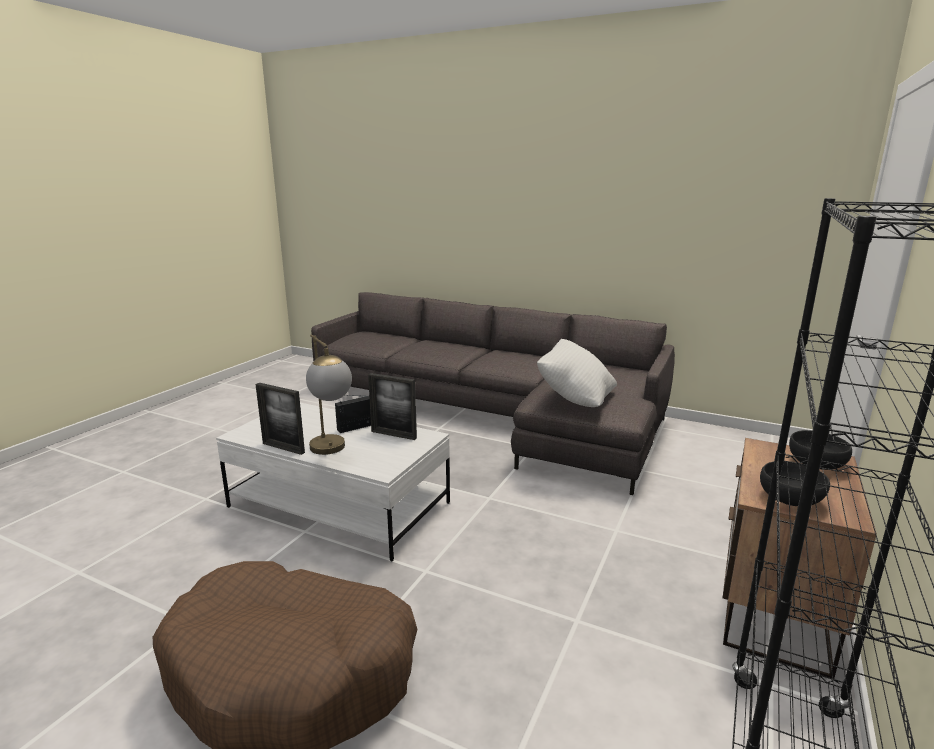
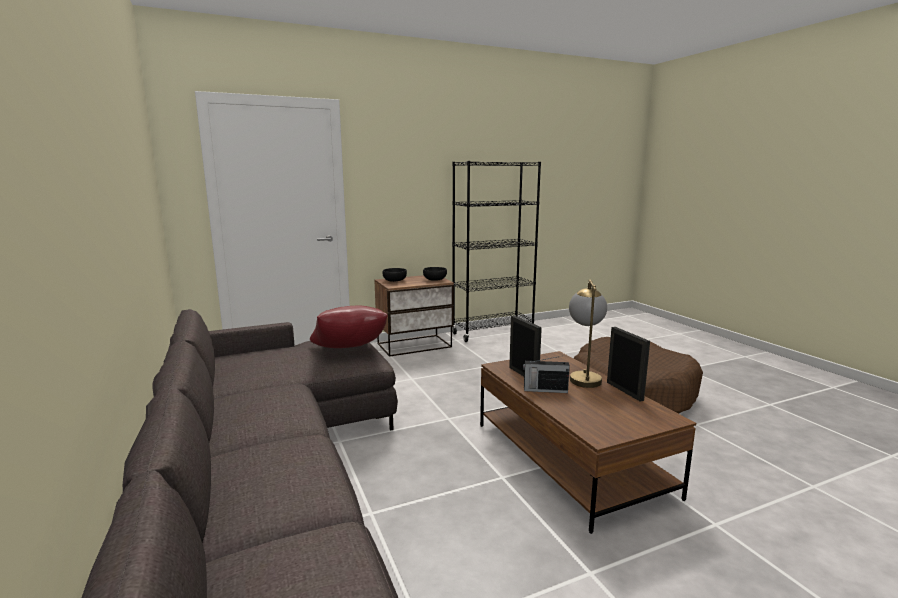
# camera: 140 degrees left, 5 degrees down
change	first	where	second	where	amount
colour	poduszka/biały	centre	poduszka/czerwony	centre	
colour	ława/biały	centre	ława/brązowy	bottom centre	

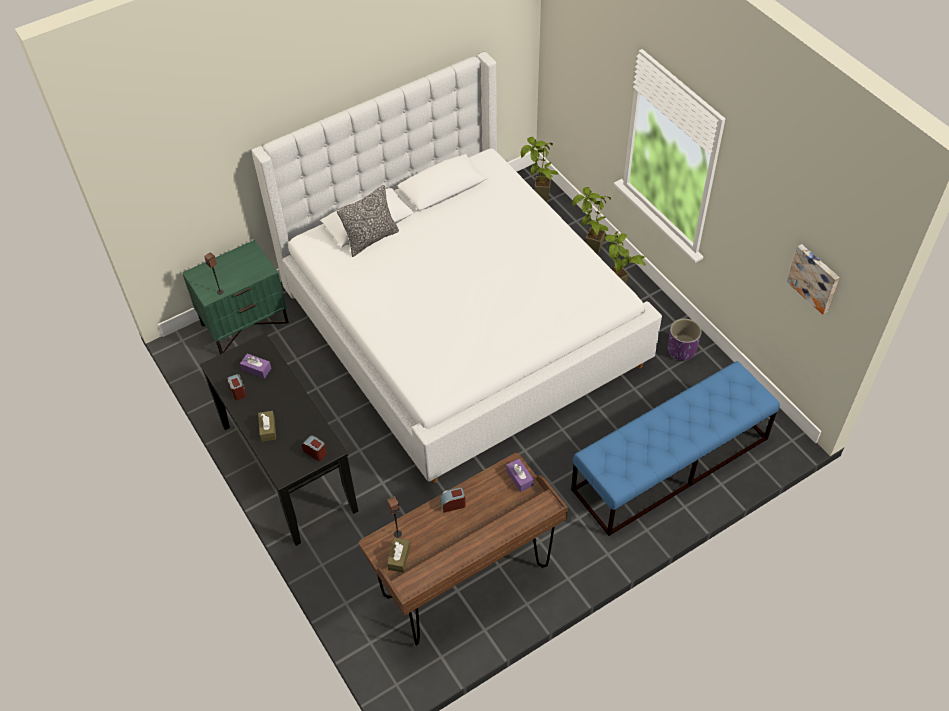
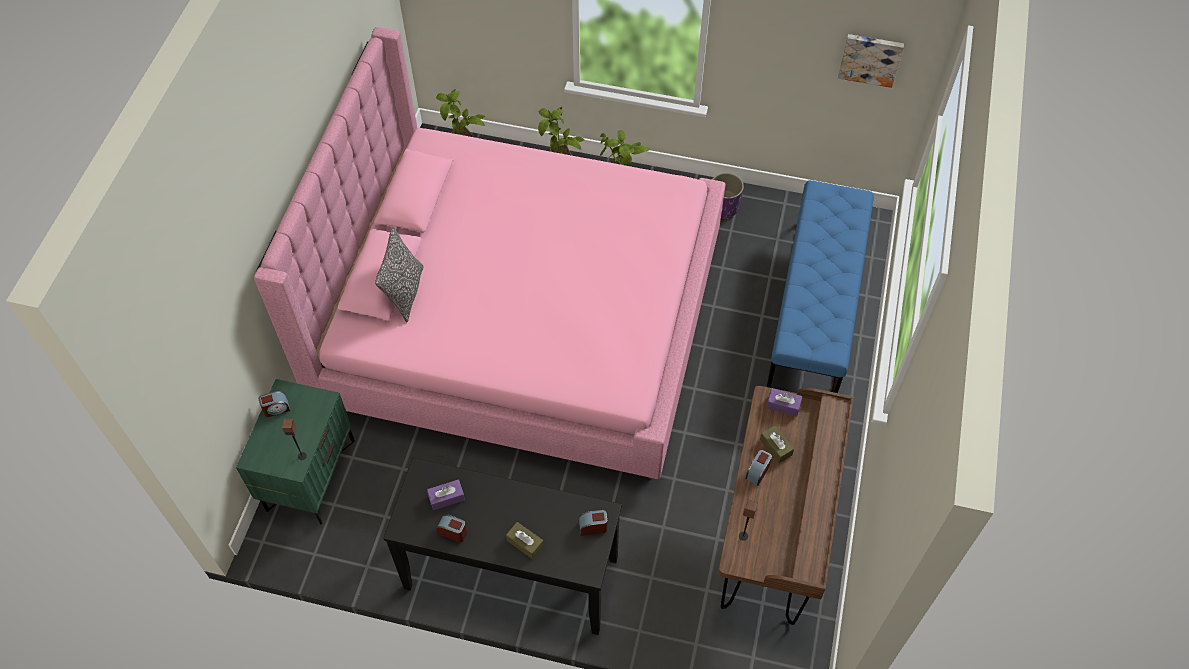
# camera: 45 degrees left, 5 degrees up
change	first	where	second	where	amount
colour	łóżko/biały	centre	łóżko/różowy	centre	
relocated	pudełko chusteczek/brązowy (no. 2 from left)	bottom centre		centre	
appeared			budzik (no. 1 from left)	middle left	

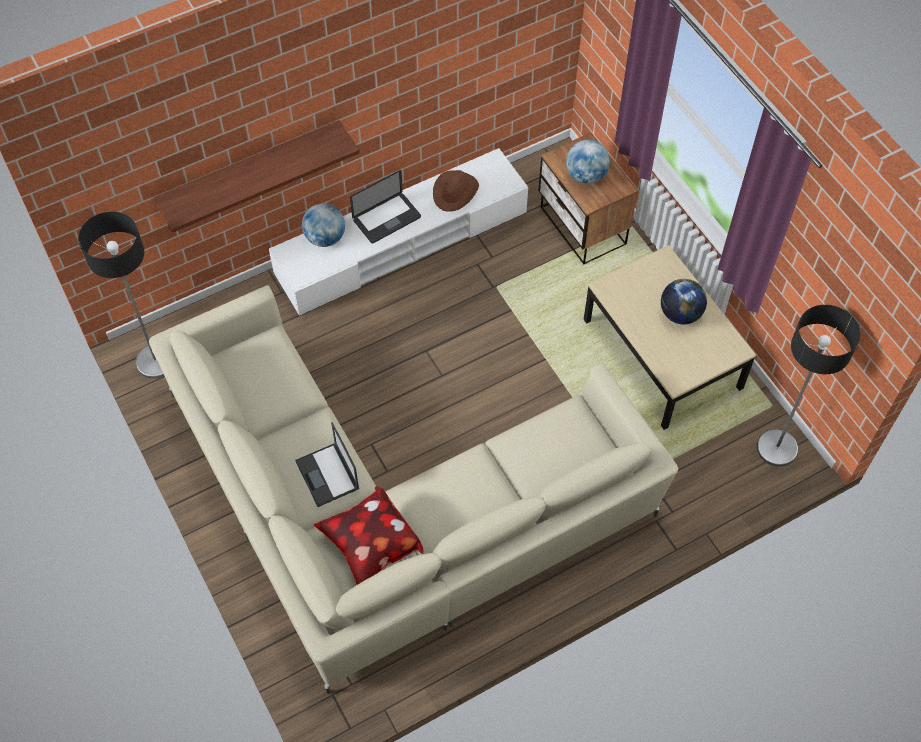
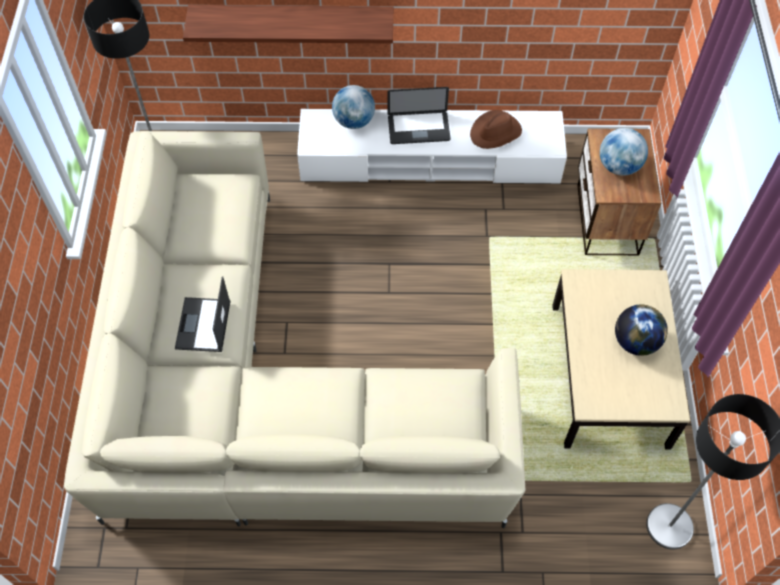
# camera: 30 degrees right, 0 degrees up
change	first	where	second	where	amount
missing	poduszka	bottom centre			

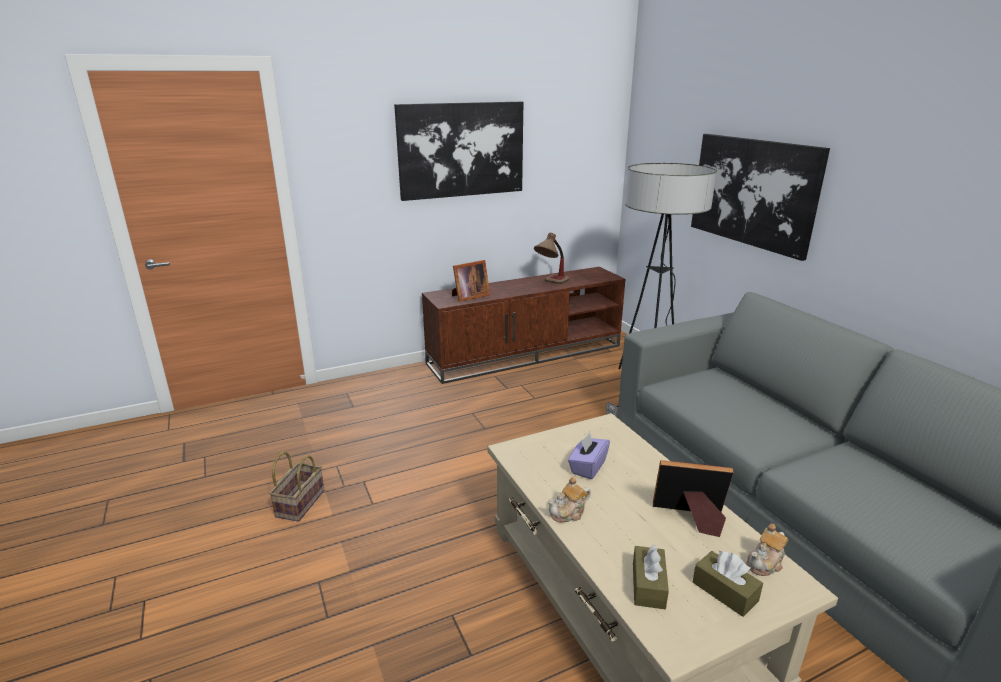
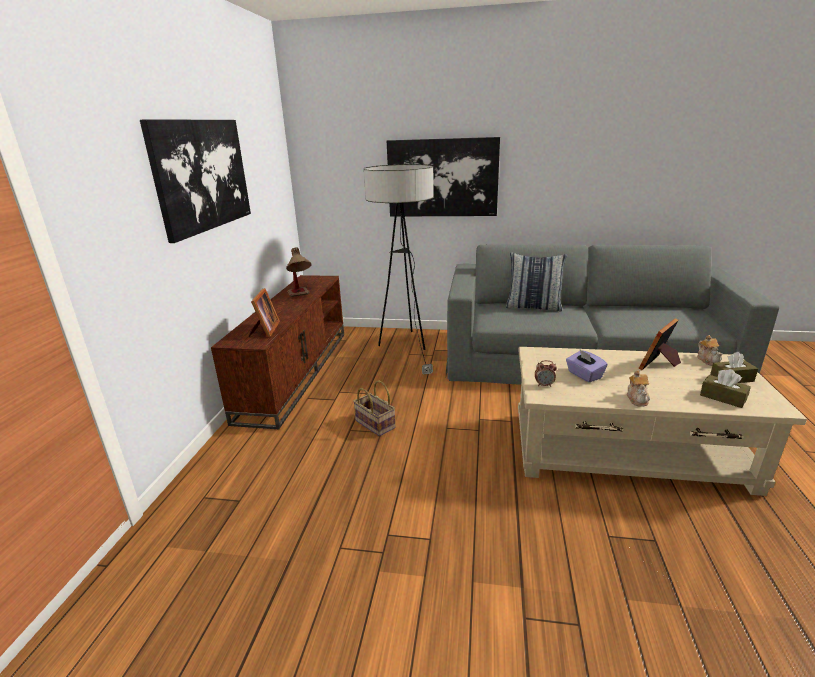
# camera: 55 degrees left, 0 degrees up
change	first	where	second	where	amount
relocated	koszyk	bottom left		centre	
appeared			poduszka	centre	
appeared			budzik	middle right	

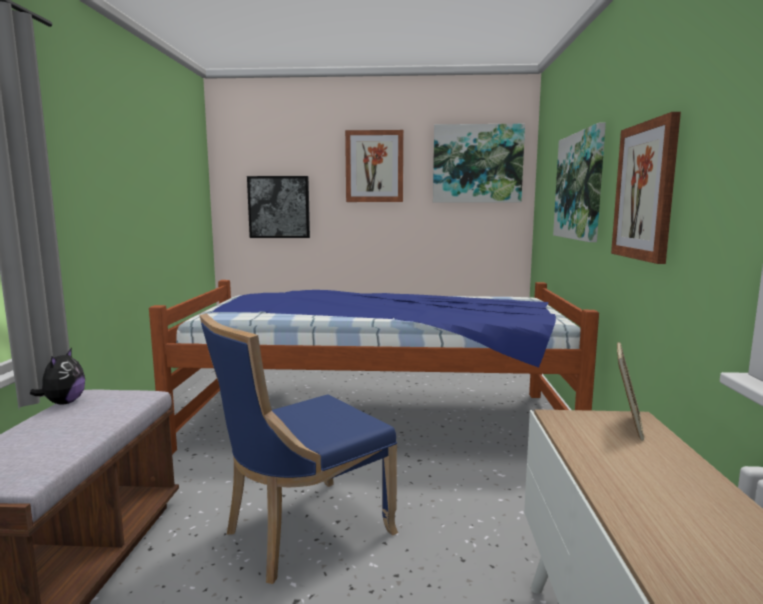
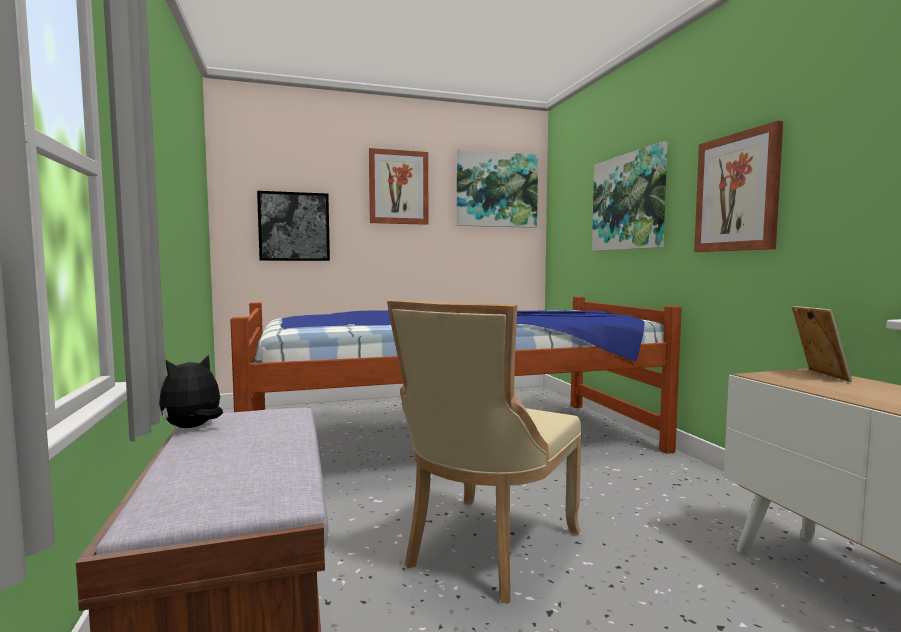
# camera: 20 degrees left, 5 degrees down
change	first	where	second	where	amount
colour	krzesło/niebieski	bottom centre	krzesło/beżowy	bottom centre	
spun	pluszak	middle left		middle left	120 degrees counterclockwise

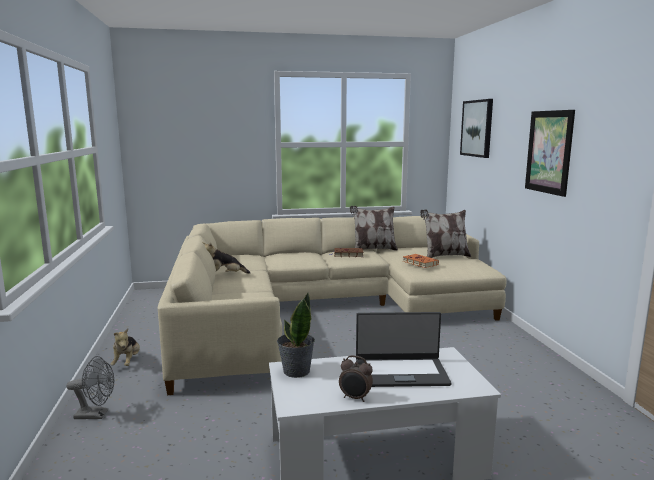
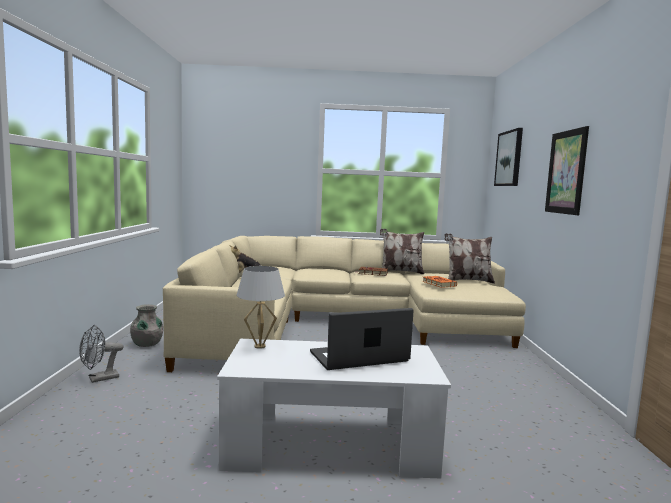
# camera: 10 degrees right, 5 degrees down
change	first	where	second	where	amount
exchanged	roślina doniczkowa	bottom centre	lampa stołowa/biały	centre	
spun	laptop	bottom centre		bottom centre	150 degrees clockwise
exchanged	pluszak (no. 1 from left)	bottom left	wazon/szary	middle left	
missing	budzik	bottom centre			
spun	wentylator/szary	bottom left		bottom left	135 degrees clockwise

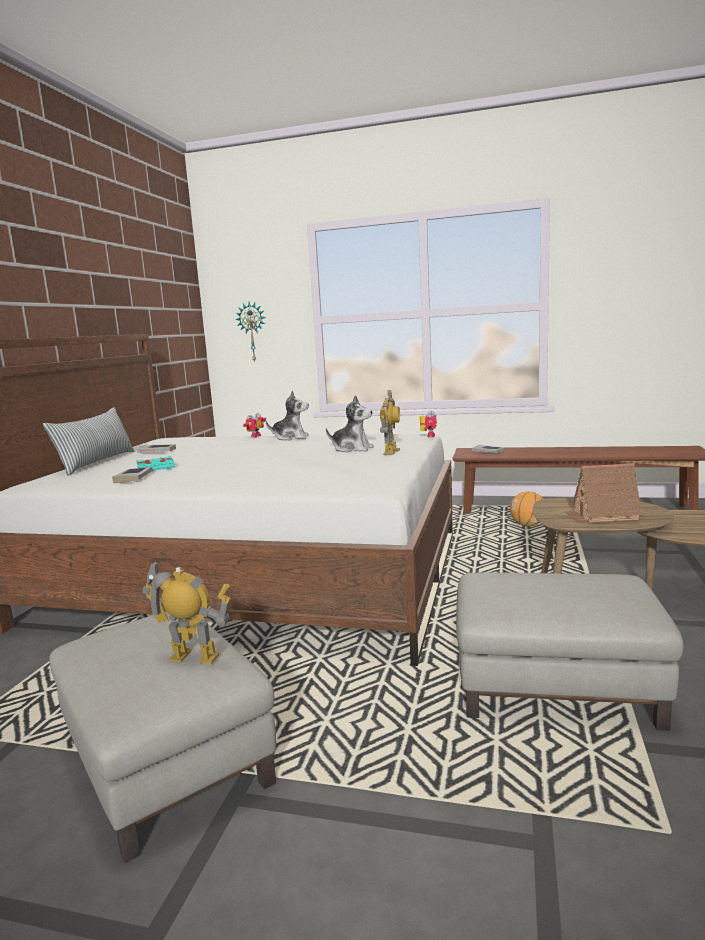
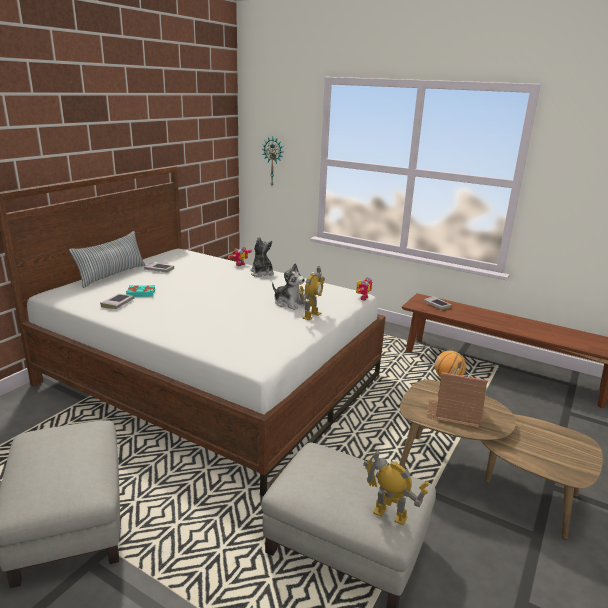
# camera: 15 degrees right, 10 degrees up
change	first	where	second	where	amount
spun	pluszak (no. 1 from left)	centre		centre	135 degrees counterclockwise
relocated	robot zabawkowy (no. 1 from left in the first image)	middle left	robot zabawkowy (no. 4 from left)	bottom centre	

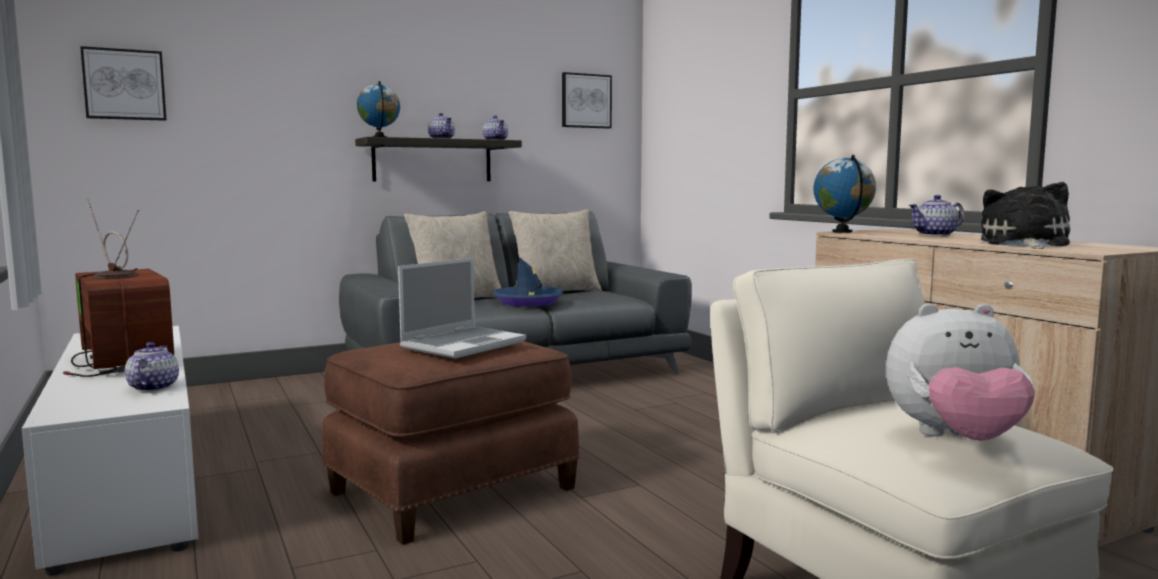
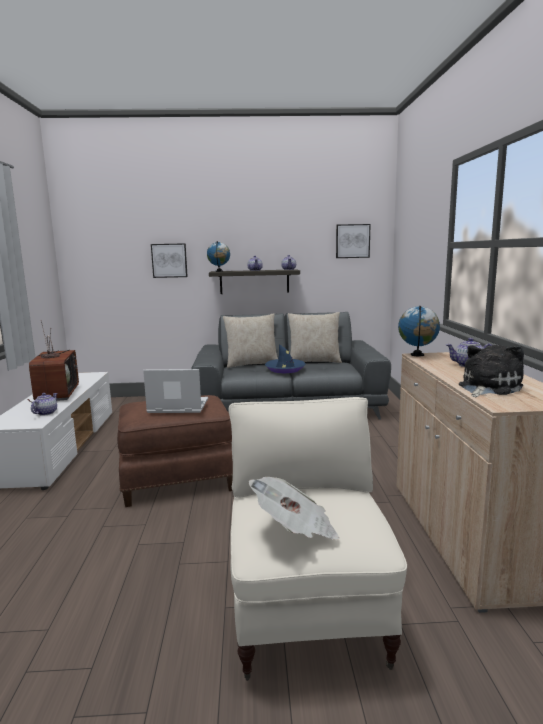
# camera: 25 degrees right, 5 degrees up
change	first	where	second	where	amount
relocated	obraz (no. 1 from left)	top left		middle left	
spun	laptop	centre		middle left	150 degrees counterclockwise
exchanged	pluszak (no. 1 from left)	middle right	gazeta	bottom centre	

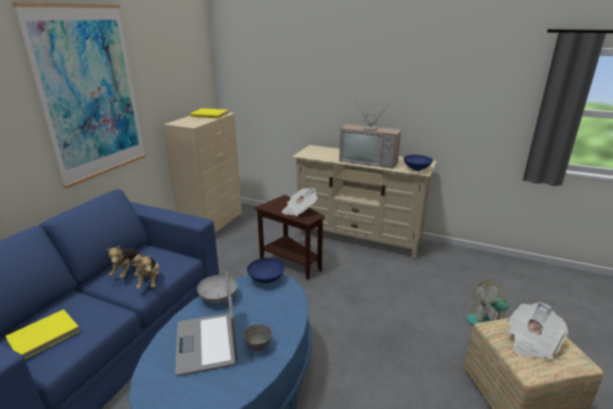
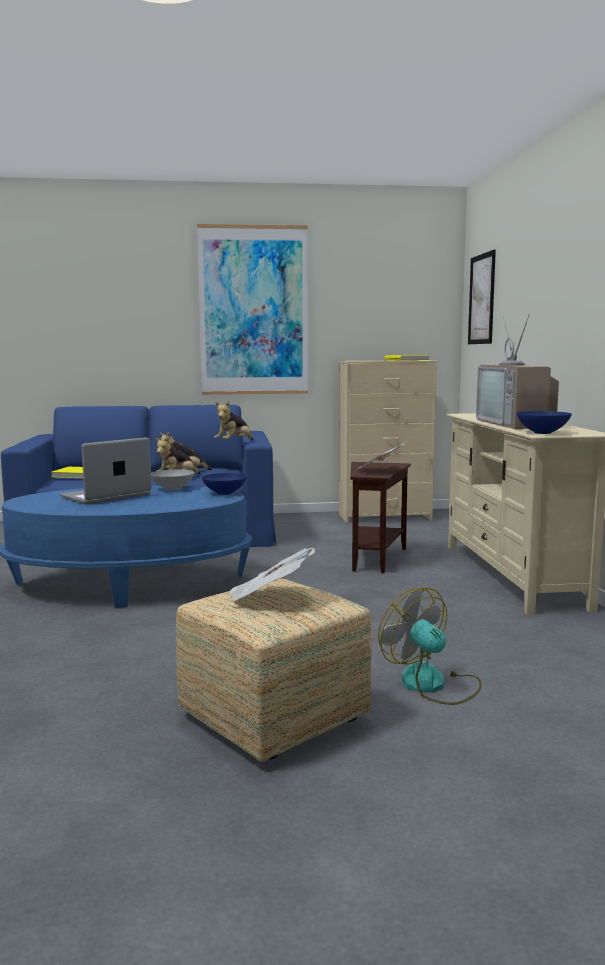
# camera: 60 degrees right, 15 degrees down
change	first	where	second	where	amount
missing	miska/szary (no. 2 from left)	bottom centre			
appeared			obraz (no. 2 from left)	top right	
appeared			pluszak (no. 3 from left)	centre	

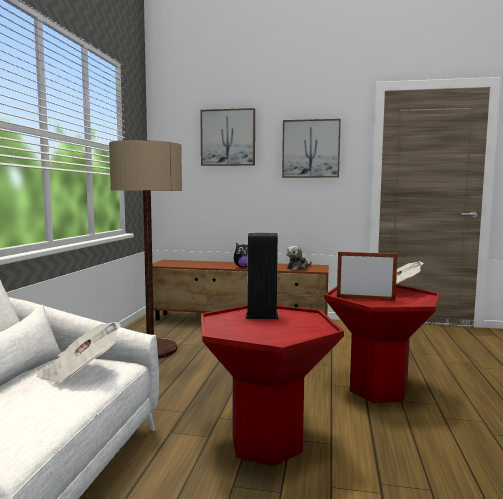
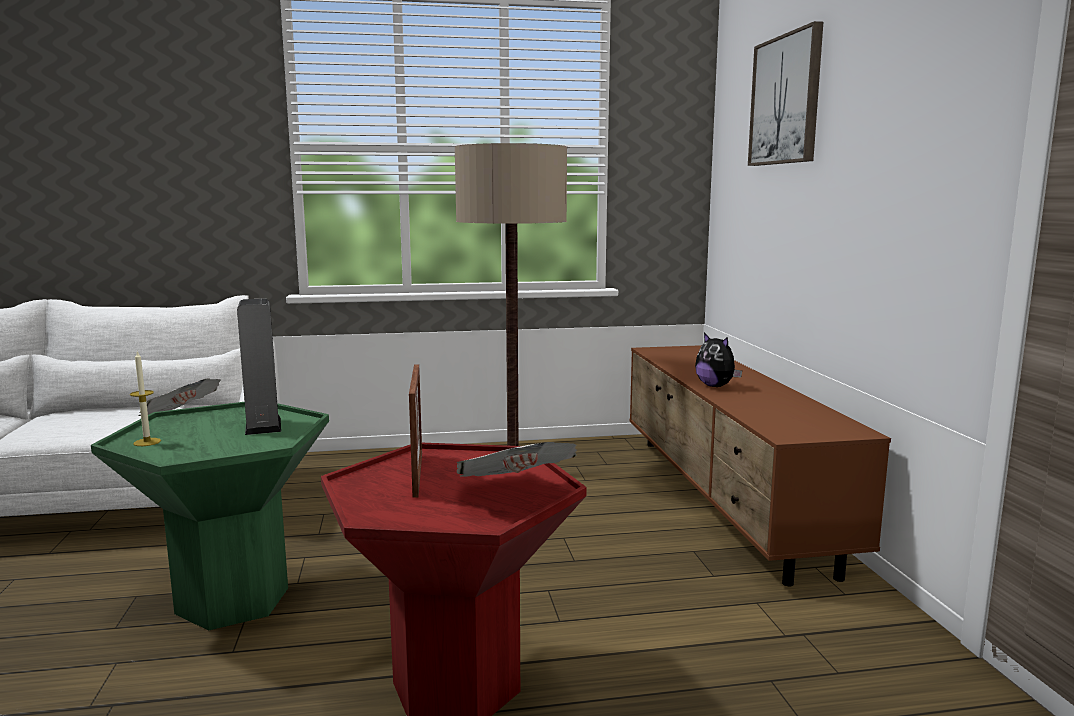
# camera: 70 degrees right, 5 degrees up
change	first	where	second	where	amount
missing	obraz (no. 2 from left)	top centre			
missing	pluszak (no. 2 from left)	centre			
colour	stolik/czerwony (no. 1 from left)	bottom centre	stolik/zielony	bottom left	
appeared			świeca	middle left	

